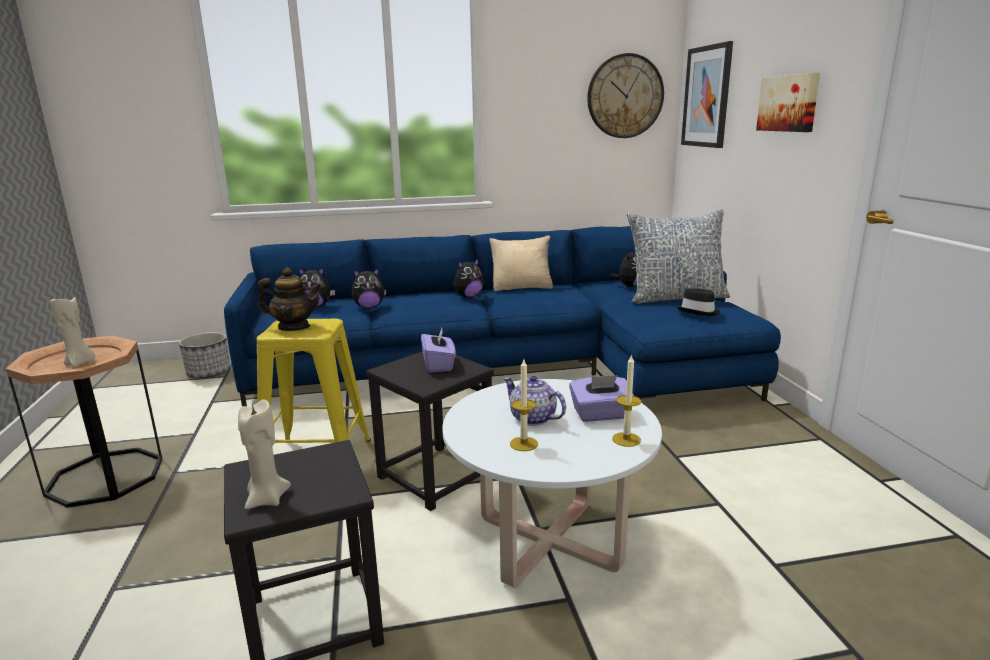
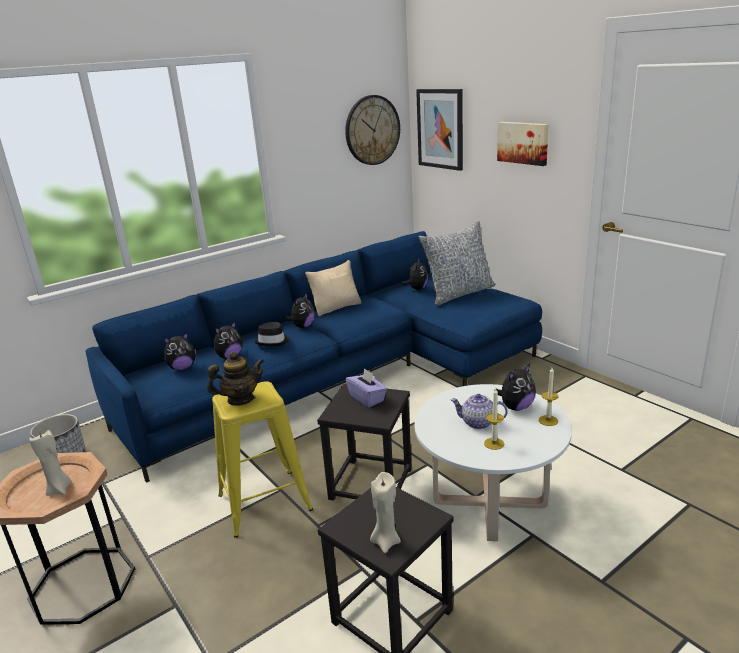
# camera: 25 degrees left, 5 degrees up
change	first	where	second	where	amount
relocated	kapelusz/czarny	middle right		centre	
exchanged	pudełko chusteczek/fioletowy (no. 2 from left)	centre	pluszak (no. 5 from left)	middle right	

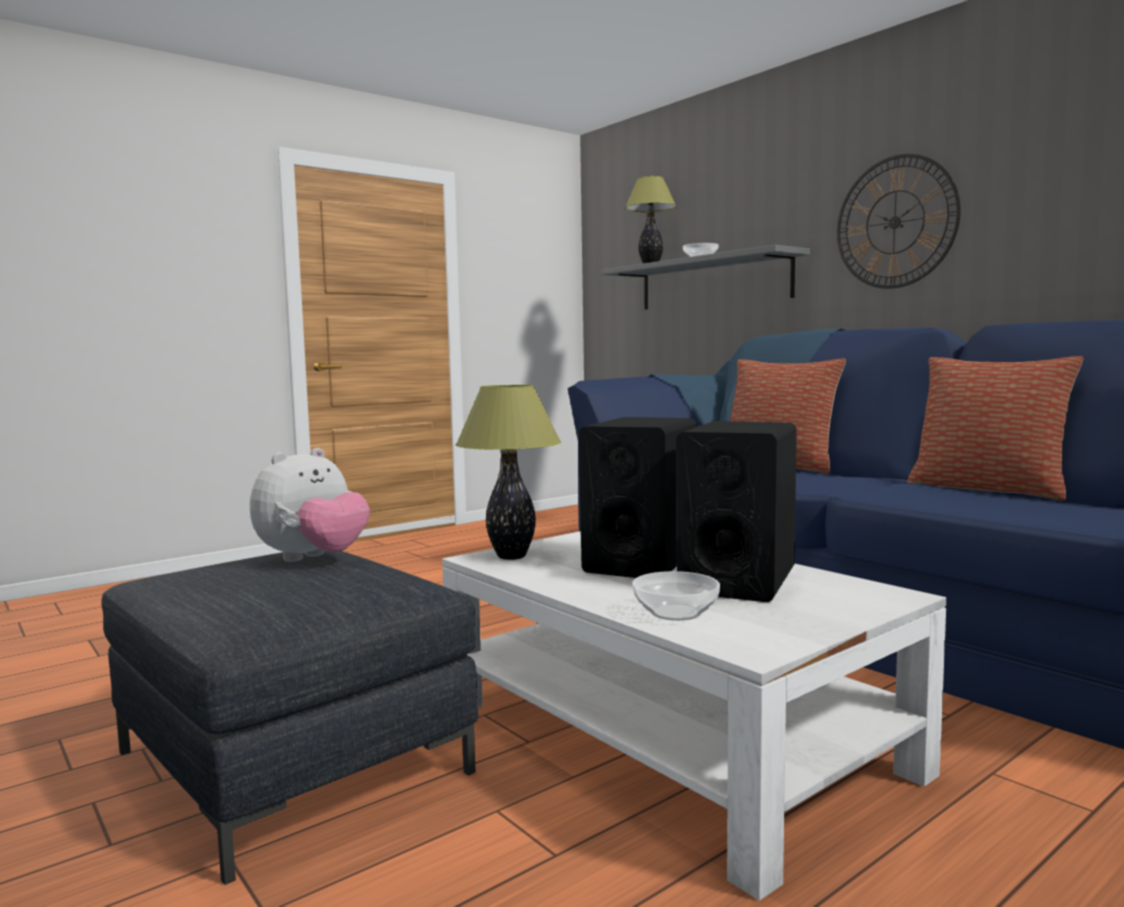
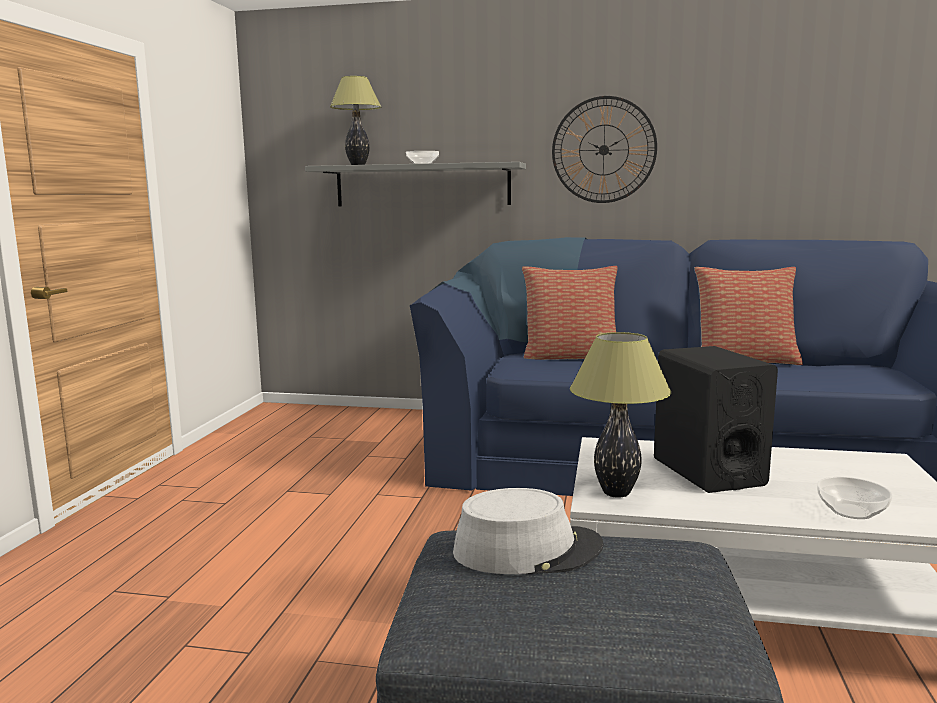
# camera: 40 degrees left, 5 degrees up
change	first	where	second	where	amount
missing	głośnik/czarny (no. 2 from left)	centre			
exchanged	pluszak	middle left	kapelusz/szary	bottom centre	

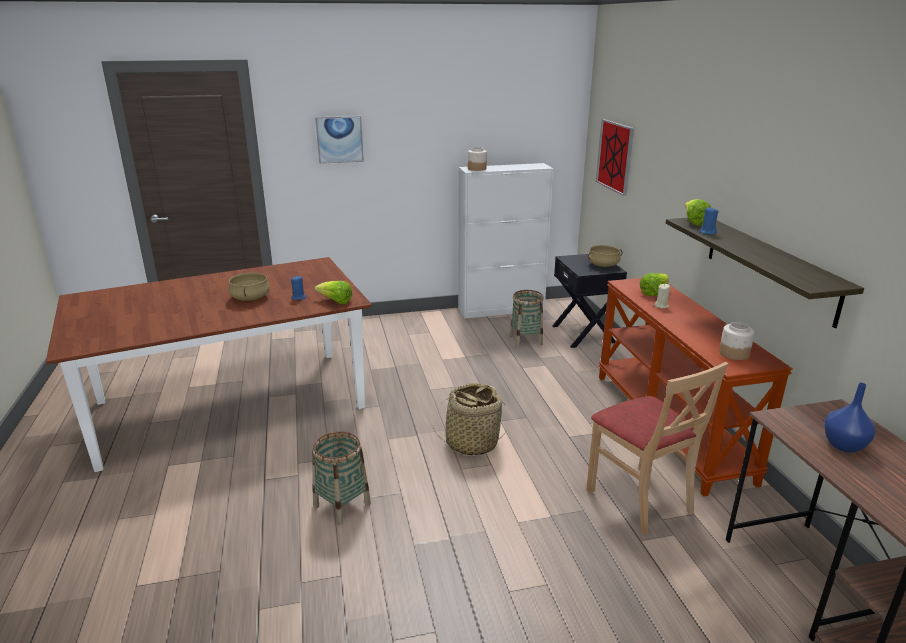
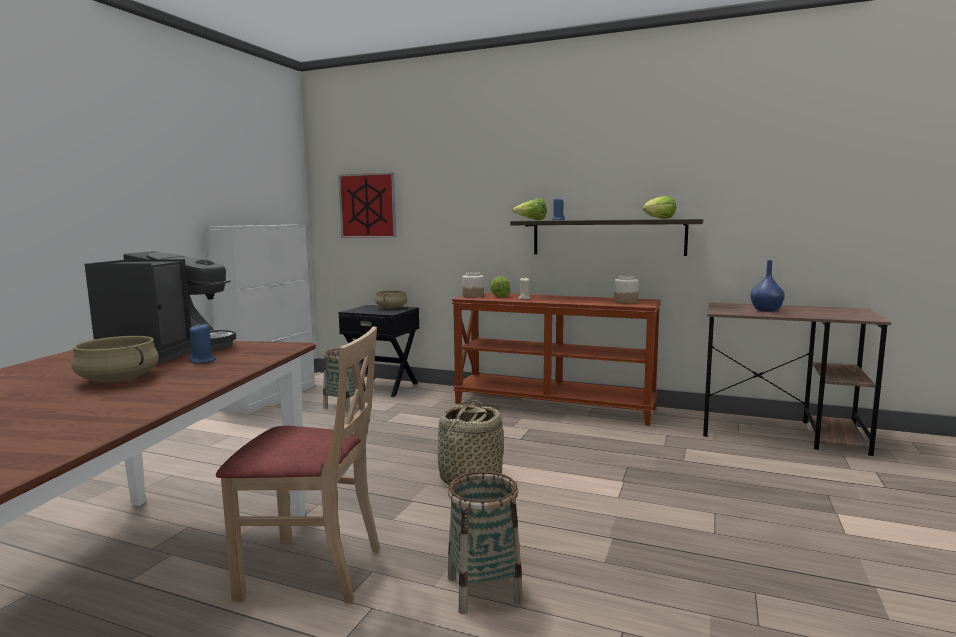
# camera: 55 degrees left, 15 degrees down
change	first	where	second	where	amount
missing	obraz (no. 1 from left)	top centre			
relocated	słoik (no. 1 from left)	top centre		centre	
relocated	sałata (no. 1 from left in the first image)	centre	sałata (no. 3 from left)	top right	
relocated	krzesło/beżowy	bottom right		bottom left	
appeared			ekspres do kawy	middle left	

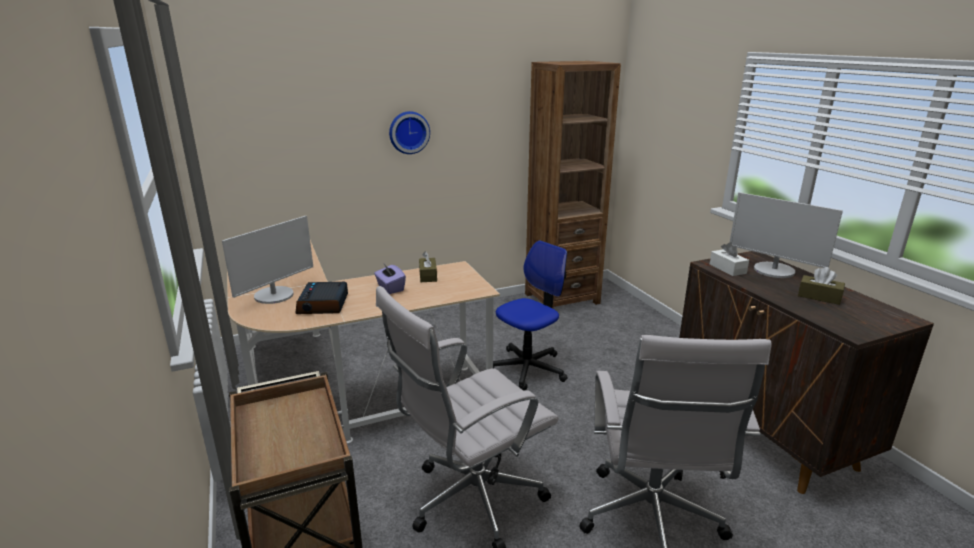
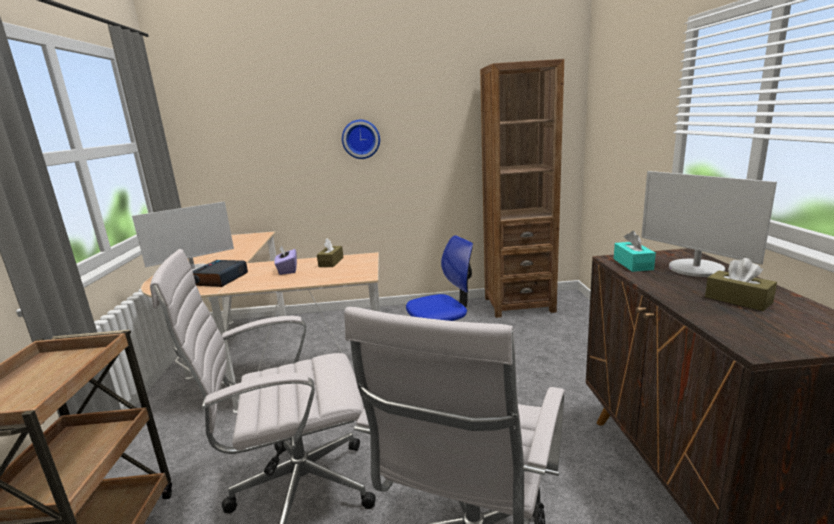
# camera: 20 degrees right, 5 degrees down
change	first	where	second	where	amount
colour	pudełko chusteczek/biały	middle right	pudełko chusteczek/turkusowy	middle right	

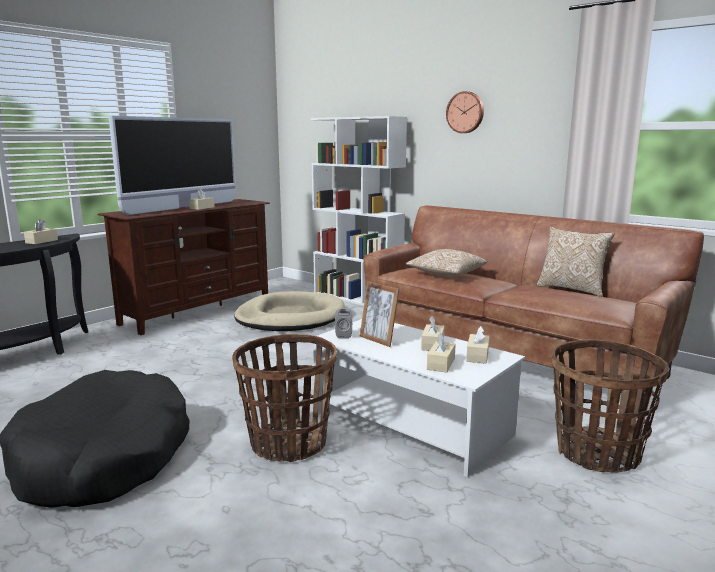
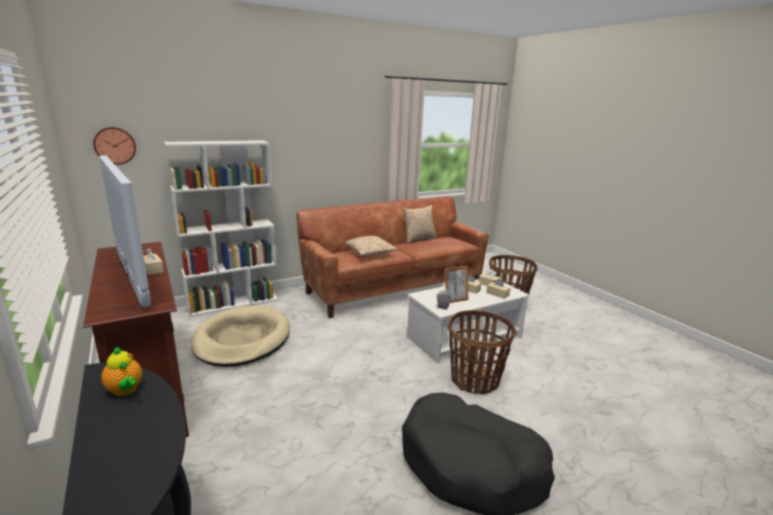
# camera: 70 degrees left, 5 degrees up
change	first	where	second	where	amount
relocated	zegar ścienny	top centre		top left	
exchanged	pudełko chusteczek/beżowy (no. 1 from left)	middle left	imbryk	bottom left	

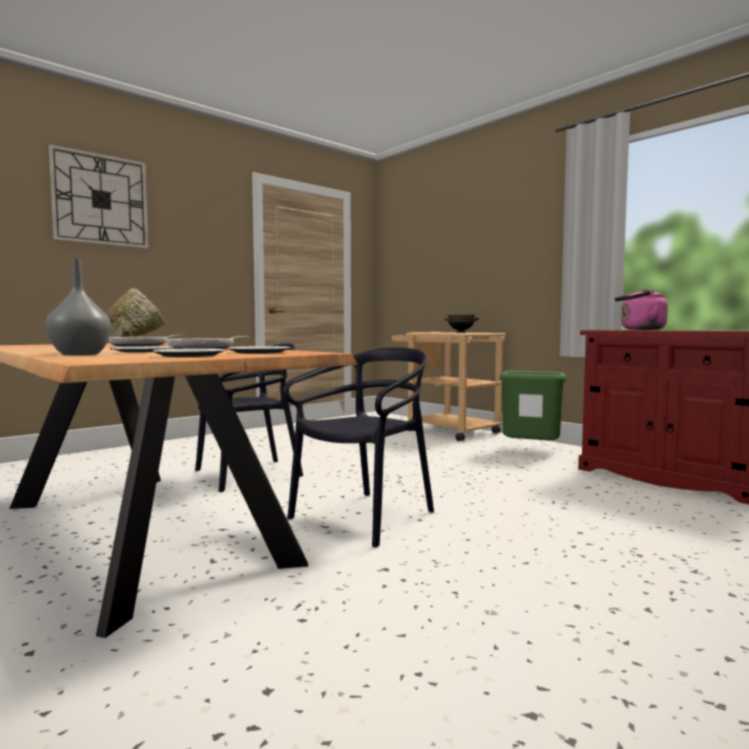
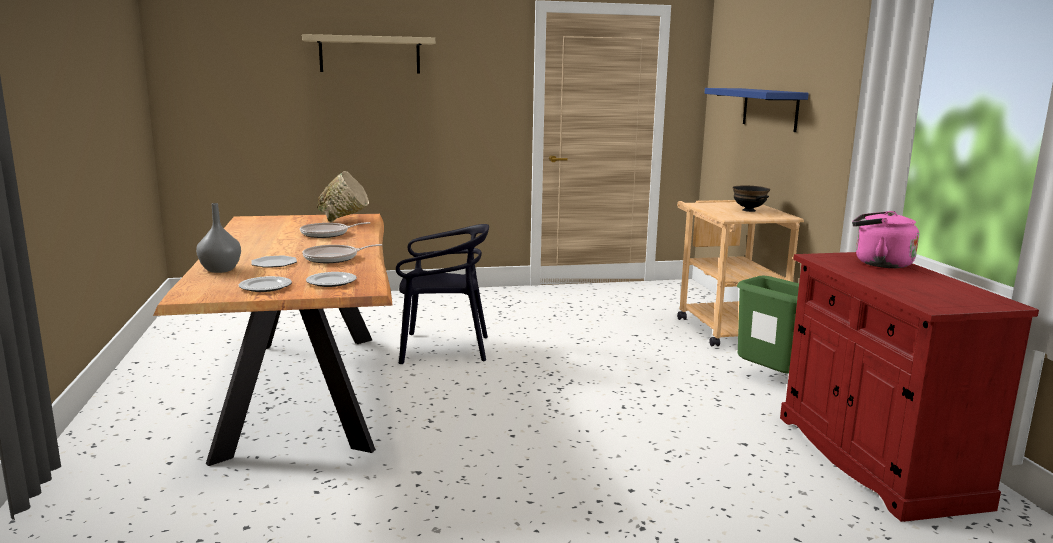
# camera: 30 degrees right, 10 degrees up
change	first	where	second	where	amount
exchanged	zegar ścienny	top left	półka/beżowy	top centre	
missing	krzesło/czarny (no. 2 from left)	centre			
appeared			półka/niebieski	top right	

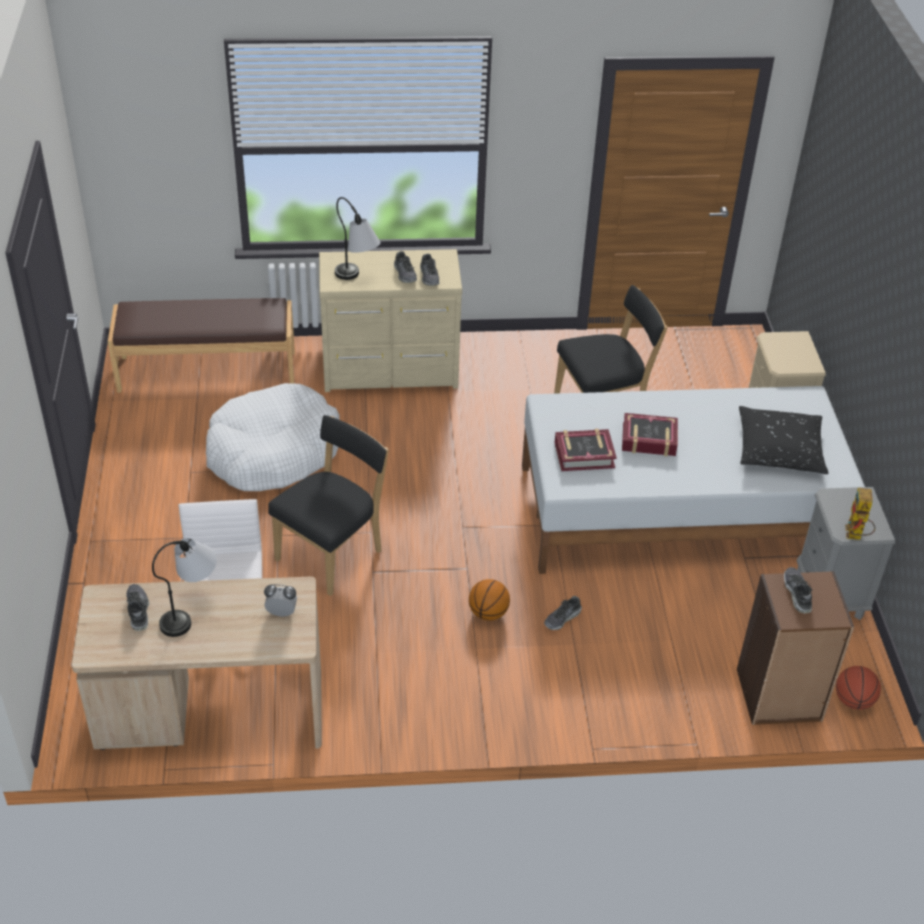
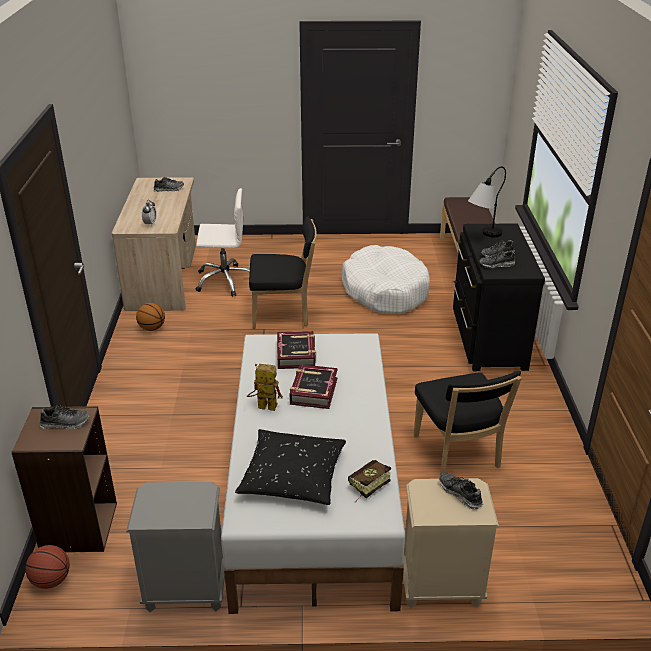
# camera: 95 degrees right, 10 degrees down
change	first	where	second	where	amount
colour	komoda/beżowy	centre	komoda/czarny	middle right	
spun	krzesło/czarny (no. 1 from left)	centre		centre	45 degrees counterclockwise
relocated	robot zabawkowy	middle right		centre	
missing	lampa stołowa (no. 1 from left)	middle left			
relocated	piłka do koszykówki (no. 1 from left in the first image)	centre	piłka do koszykówki (no. 2 from left)	middle left	
relocated	but (no. 4 from left in the first image)	centre	but (no. 3 from left)	bottom right	
appeared			książka (no. 3 from left)	bottom centre	

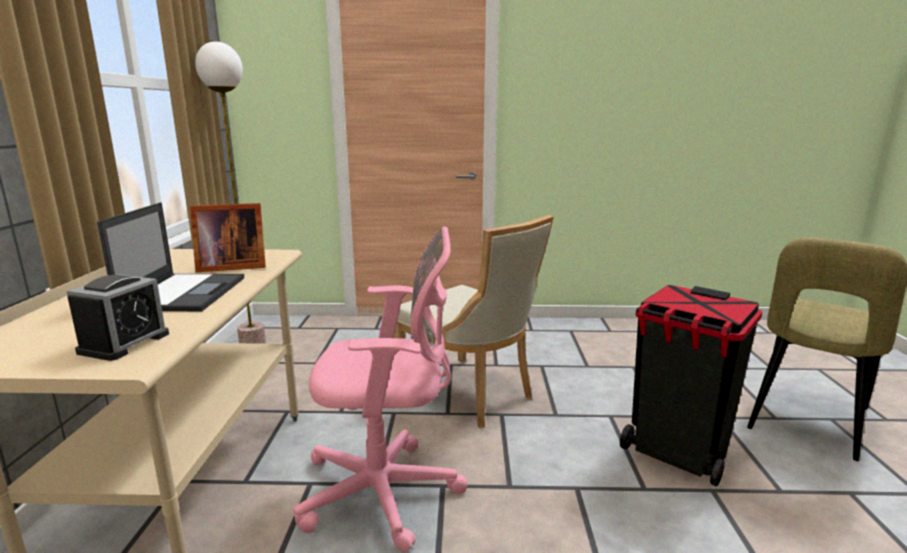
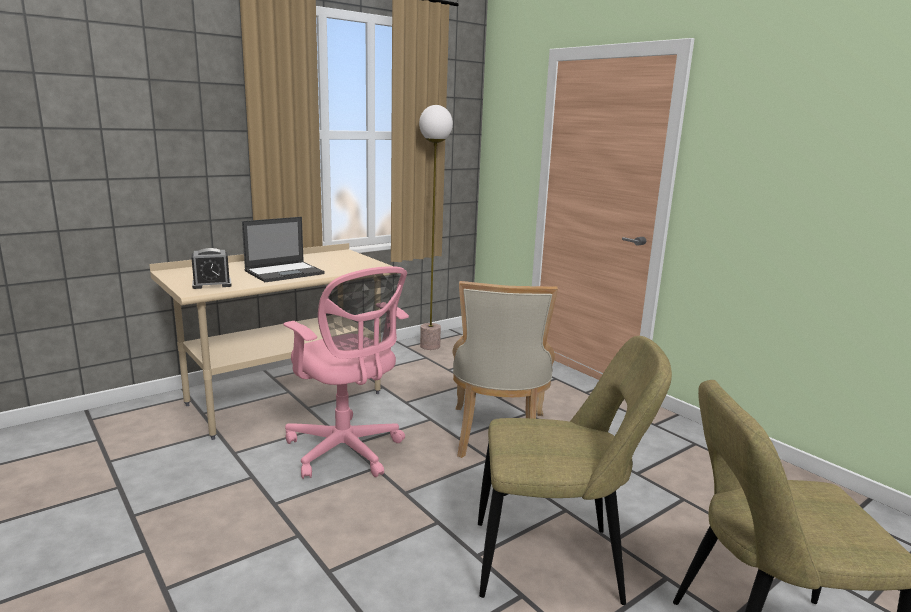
# camera: 50 degrees right, 0 degrees up
change	first	where	second	where	amount
missing	ramka na zdjęcie	middle left			
exchanged	kosz na śmieci/czarny	bottom right	krzesło/beżowy (no. 2 from left)	bottom centre	

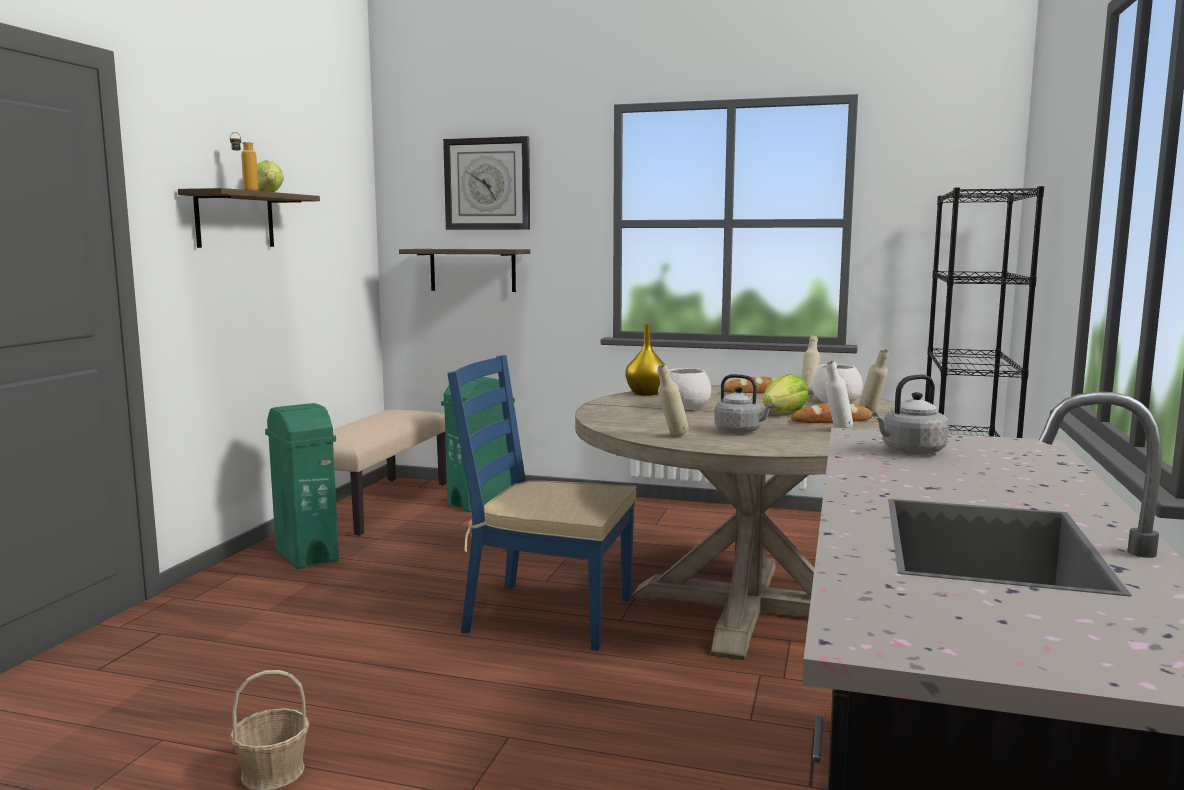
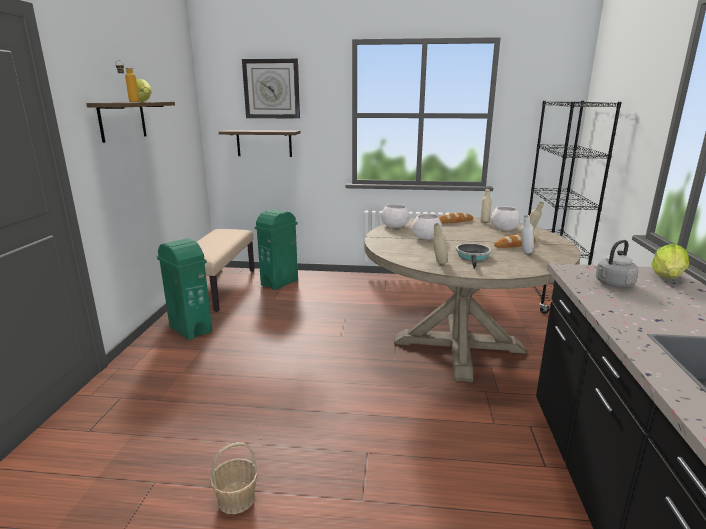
# camera: 10 degrees left, 10 degrees up
change	first	where	second	where	amount
exchanged	wazon/żółty	centre	miska/biały (no. 1 from left)	centre	
missing	krzesło/niebieski	centre			
exchanged	czajnik/szary (no. 1 from left)	centre	patelnia	middle right	
relocated	sałata (no. 2 from left)	centre		middle right	

